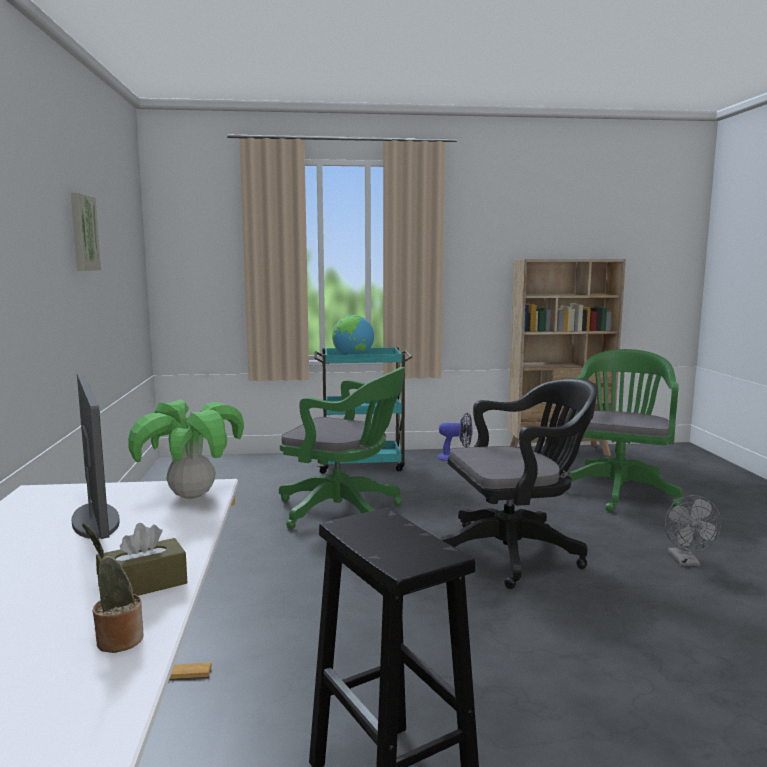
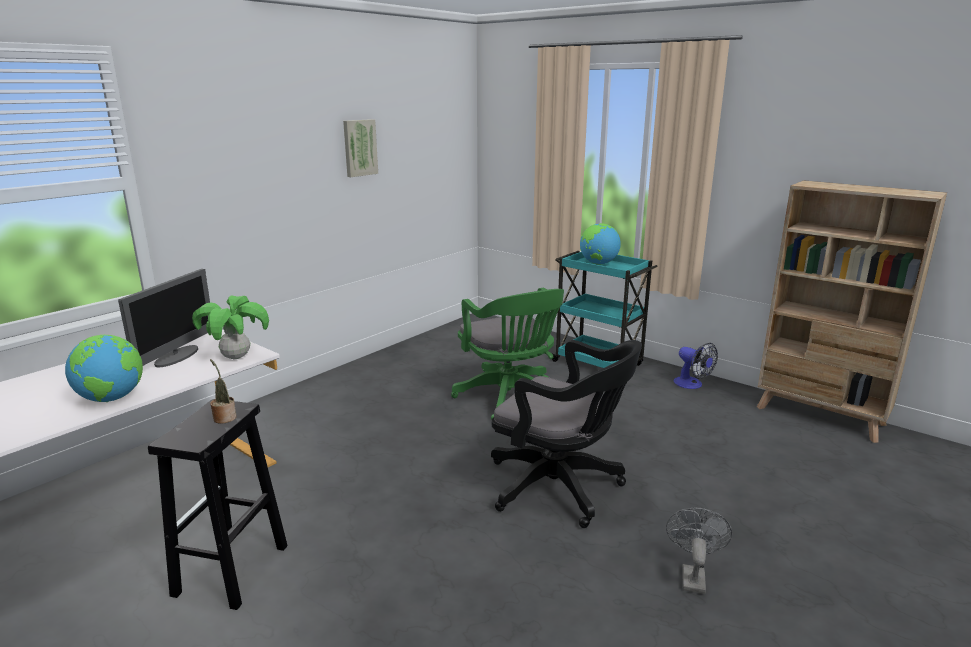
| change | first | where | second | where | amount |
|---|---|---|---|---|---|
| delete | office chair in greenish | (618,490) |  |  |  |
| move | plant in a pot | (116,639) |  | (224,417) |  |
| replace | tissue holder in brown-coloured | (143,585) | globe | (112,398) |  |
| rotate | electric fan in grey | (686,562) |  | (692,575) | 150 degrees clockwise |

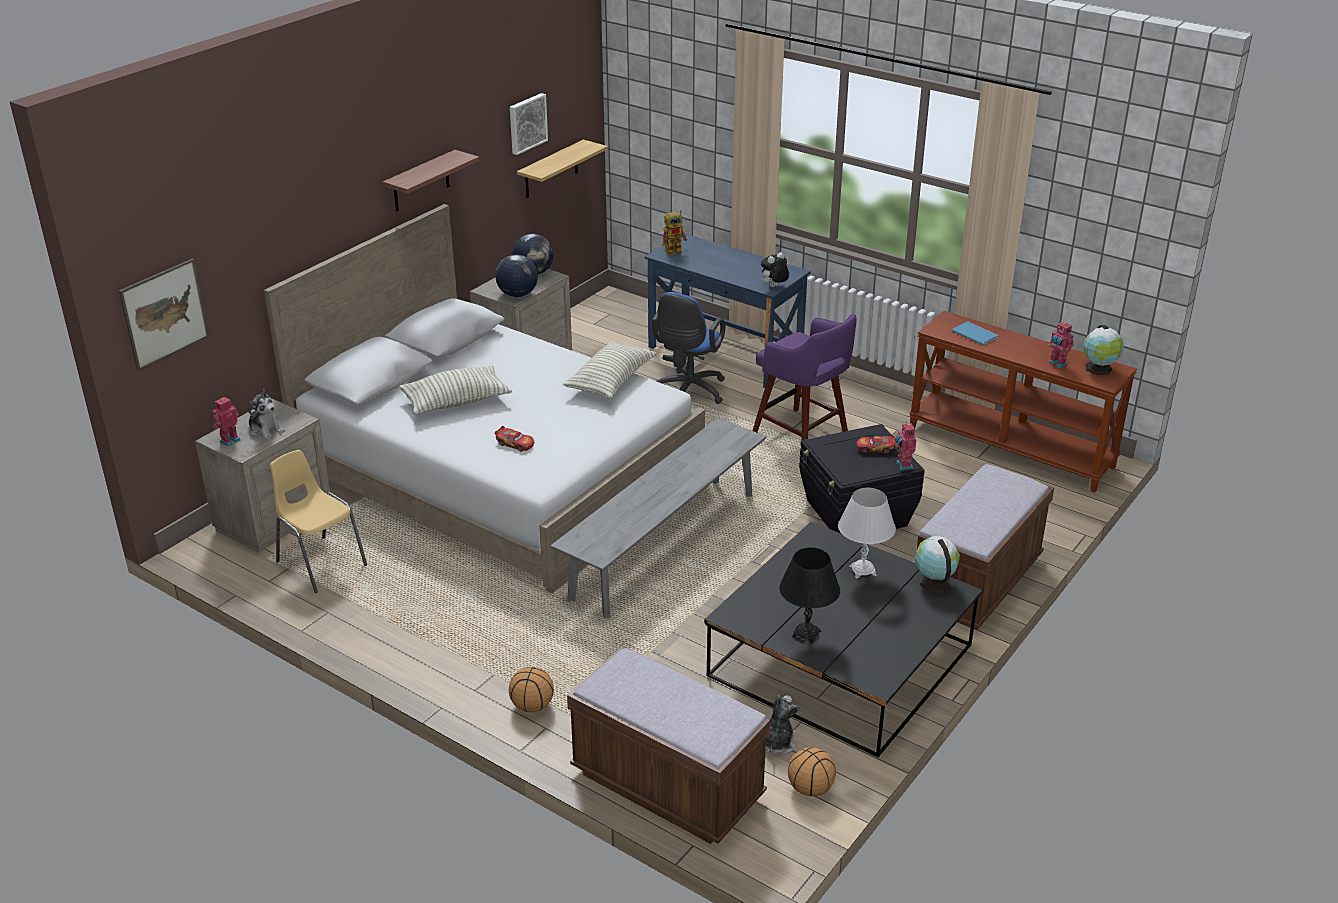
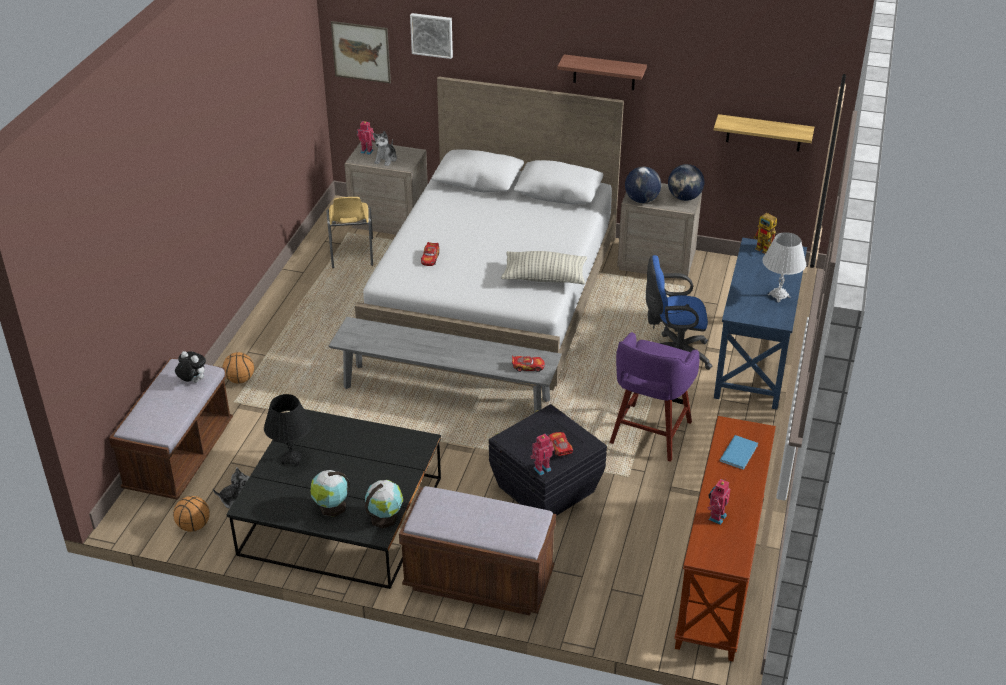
| change | first | where | second | where | amount |
|---|---|---|---|---|---|
| delete | cushion | (456,402) |  |  |  |
| insert |  |  | miniature car | (528,367) |  |
| move | picture | (526,123) |  | (432,35) |  |
| move | cuddly toy | (774,287) |  | (192,381) |  |
| move | lamp for a table in white-coloured | (862,570) |  | (778,296) |  |
| move | globe | (1099,369) |  | (331,507) |  |
| rotate | chair in yellowish | (320,563) |  | (351,253) | 150 degrees clockwise |

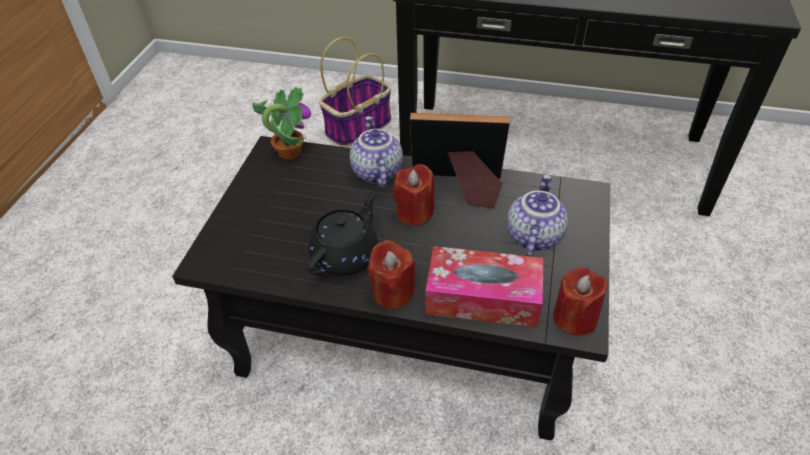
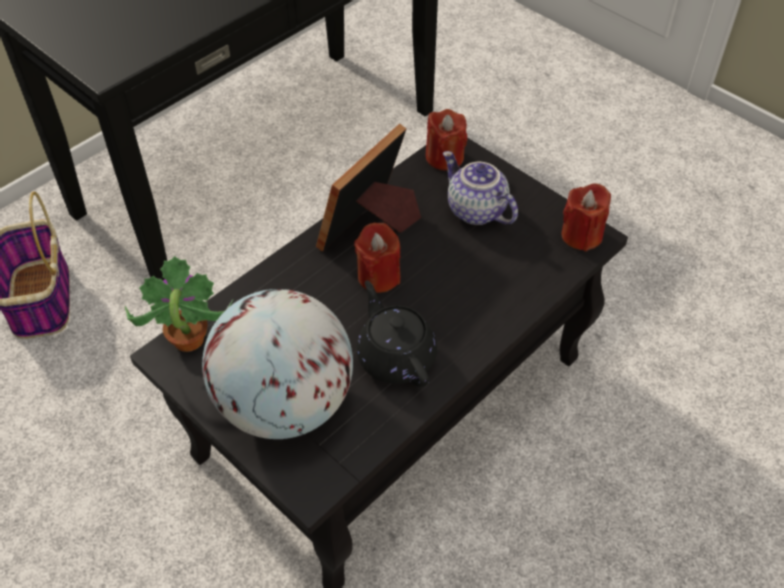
| change | first | where | second | where | amount |
|---|---|---|---|---|---|
| delete | teapot | (375,172) |  |  |  |
| delete | tissue holder | (482,297) |  |  |  |
| insert |  |  | globe | (285,404) |  |
| move | wax light in reddish | (392,292) |  | (444,157) |  |

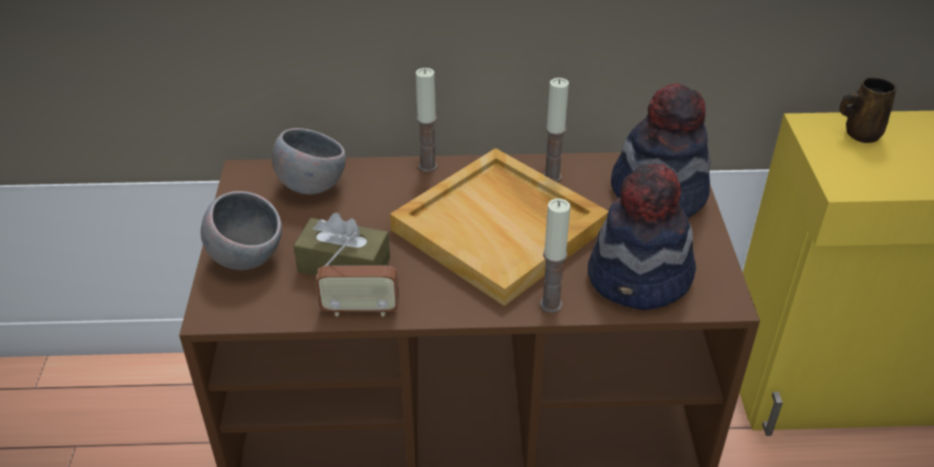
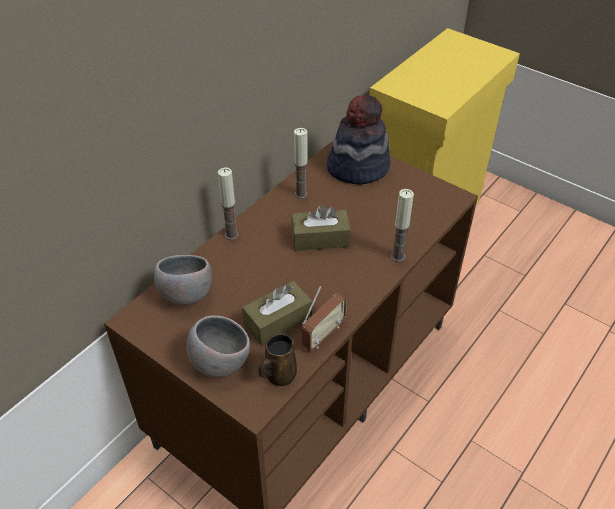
| change | first | where | second | where | amount |
|---|---|---|---|---|---|
| delete | clothing hat | (640,279) |  |  |  |
| move | tea mug in brown-coloured | (860,133) |  | (279,375) |  |
| replace | serving tray in sand-coloured | (501,229) | tissue holder in brown-coloured | (320,239) |  |

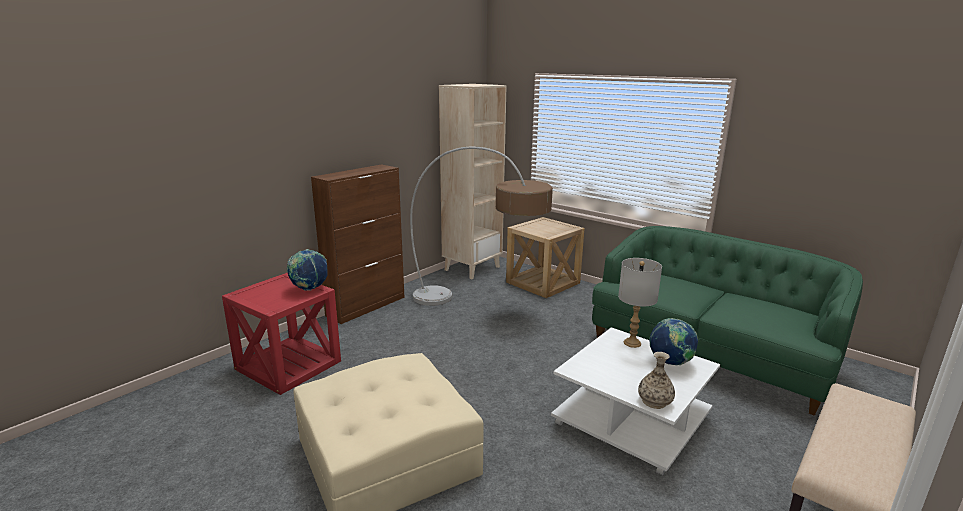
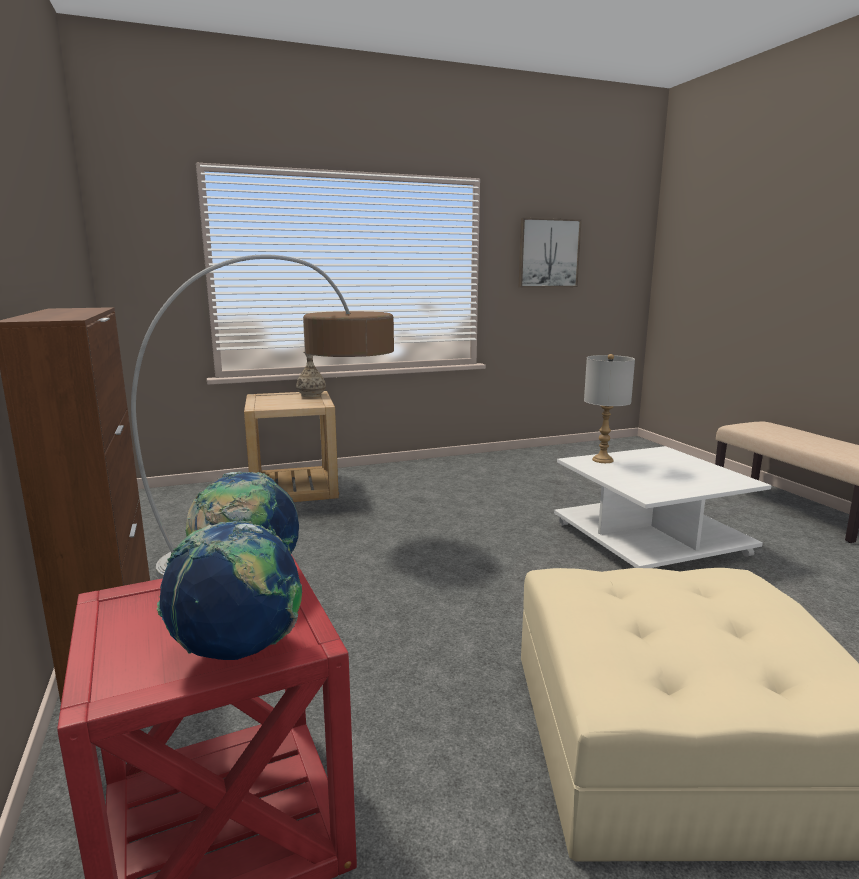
| change | first | where | second | where | amount |
|---|---|---|---|---|---|
| delete | bookcase in sand-coloured | (472,268) |  |  |  |
| delete | couch in greenish | (709,353) |  |  |  |
| insert |  |  | picture | (548,253) |  |
| move | decorative vase | (654,401) |  | (311,395) |  |
| move | globe | (670,362) |  | (239,651) |  |

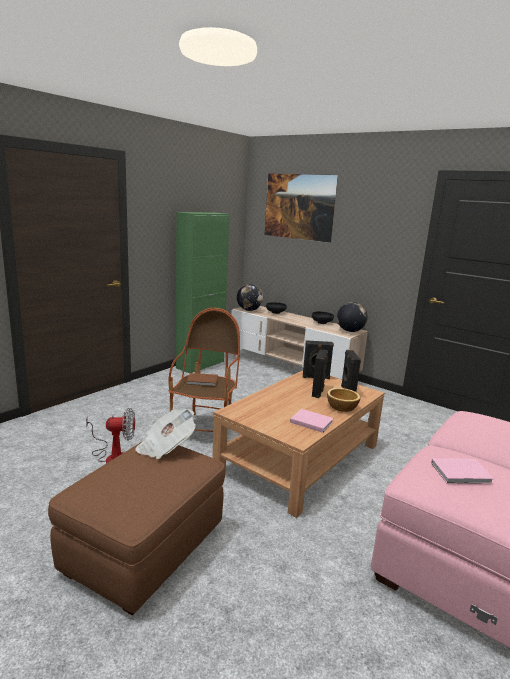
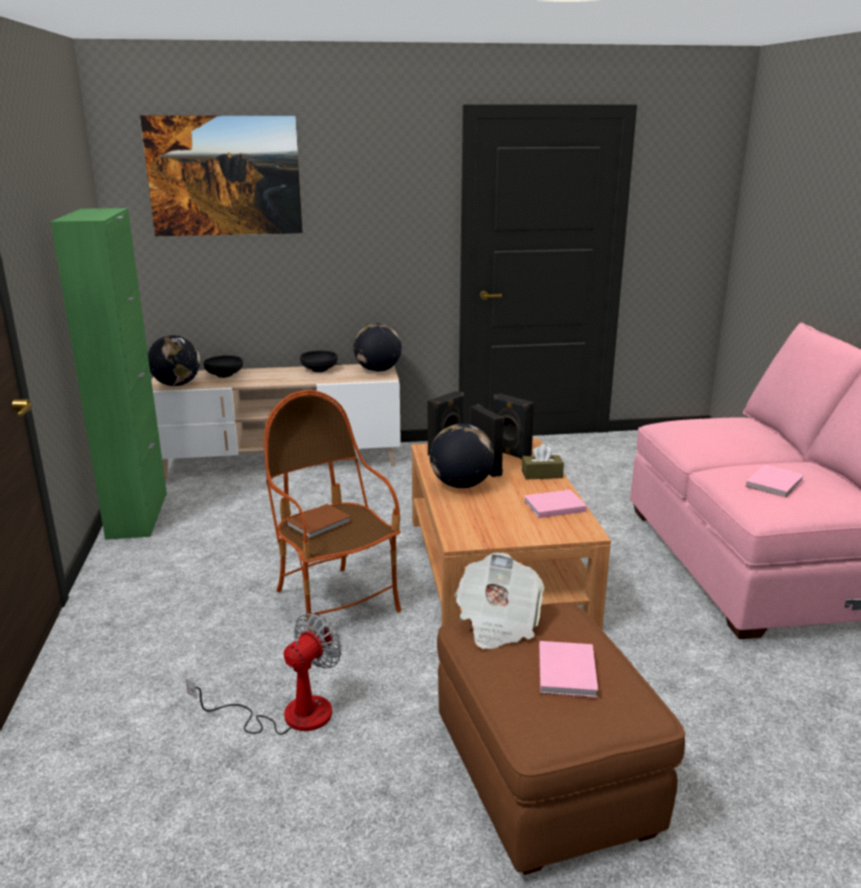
| change | first | where | second | where | amount |
|---|---|---|---|---|---|
| insert |  |  | globe | (461,485) |  |
| insert |  |  | bound book in pinkish | (568,670) |  |
| replace | deep dish | (341,407) | tissue holder in brown-coloured | (542,474) |  |

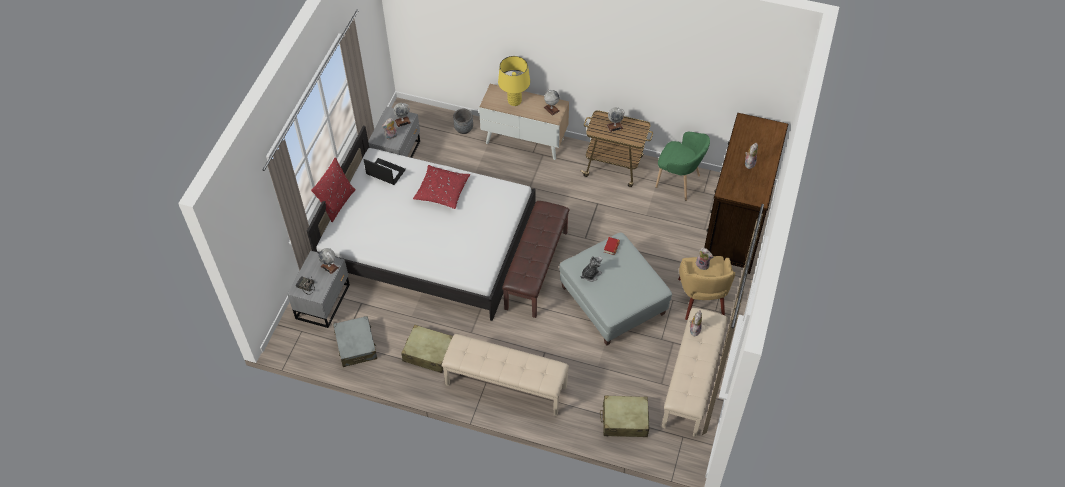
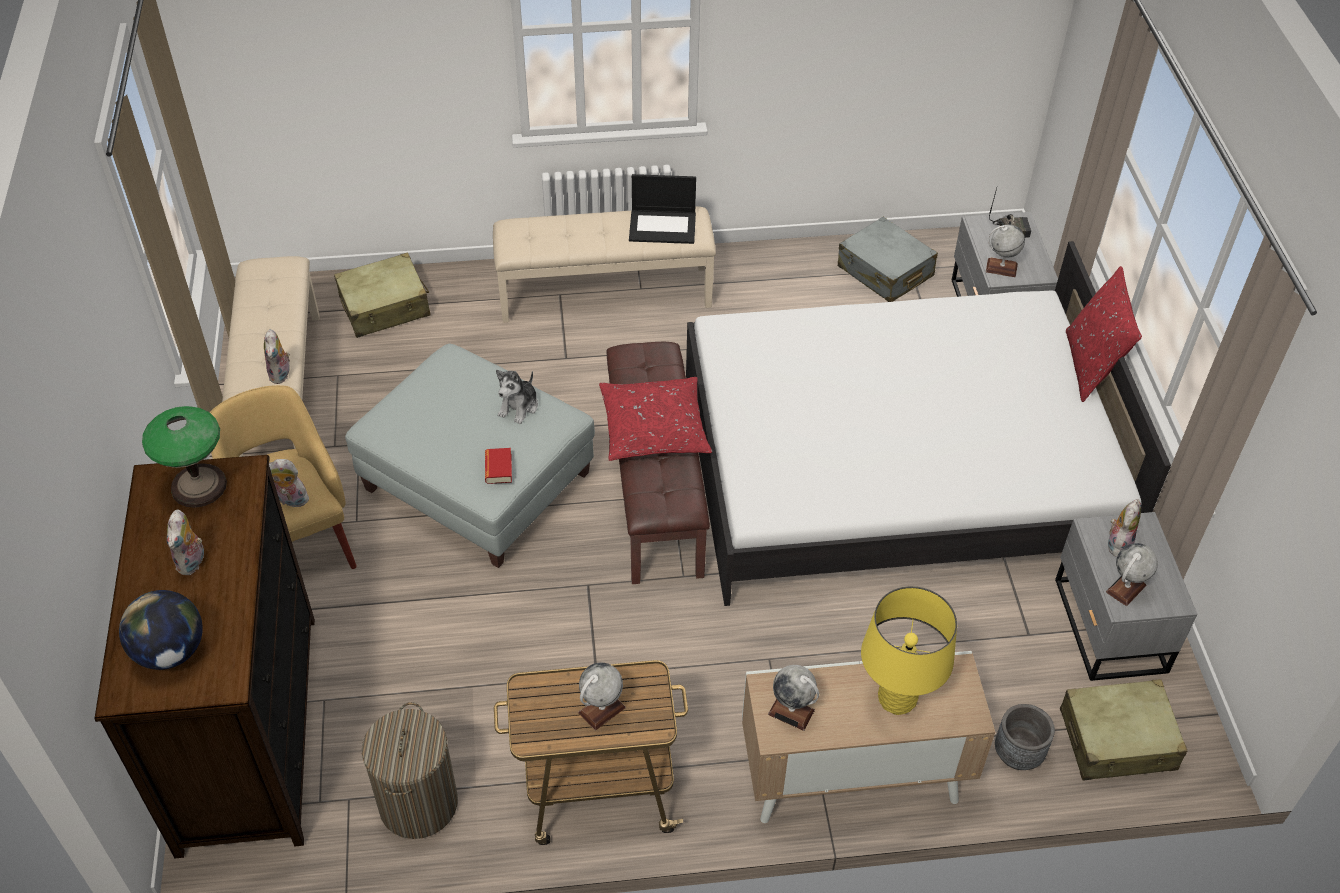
| change | first | where | second | where | amount |
|---|---|---|---|---|---|
| insert |  |  | globe | (170,651) |  |
| insert |  |  | lamp for a table | (198,486) |  |
| move | laptop | (385,172) |  | (663,226) |  |
| move | suitcase in sand-coloured | (428,353) |  | (1117,740) |  |
| move | cushion in reddish | (442,191) |  | (654,428) |  |
| replace | armchair in greenish | (679,183) | laundry basket | (418,803) |  |

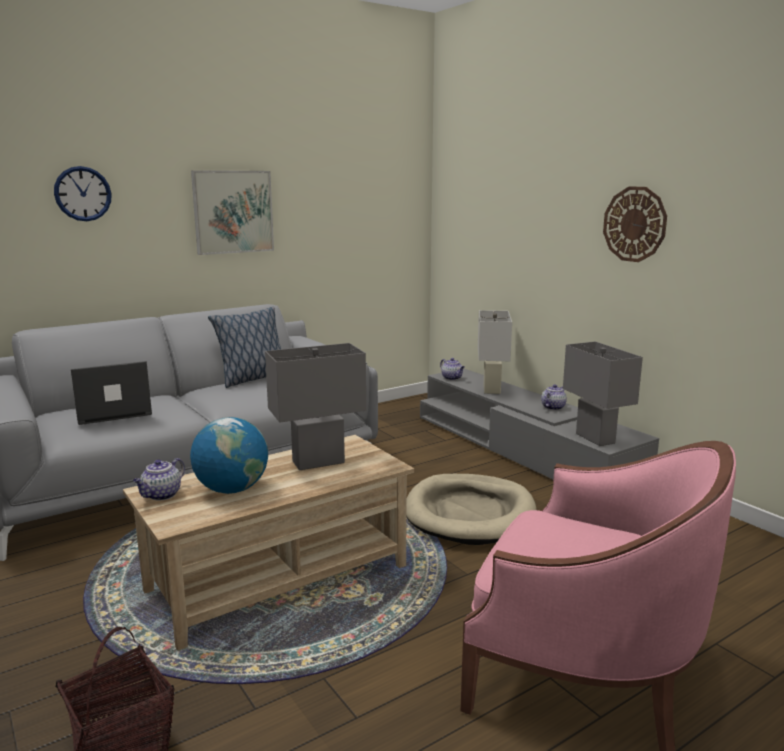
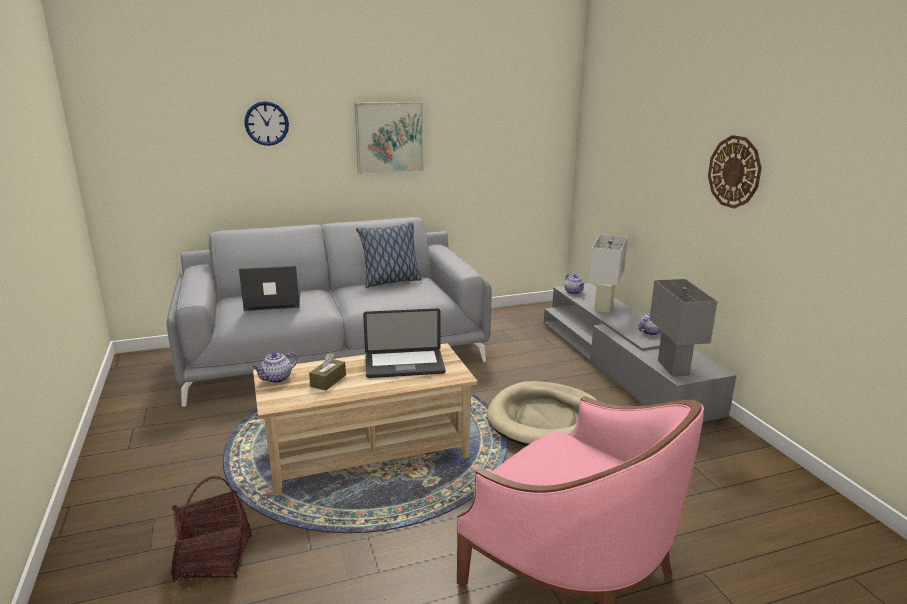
| change | first | where | second | where | amount |
|---|---|---|---|---|---|
| replace | globe | (232,489) | tissue holder in brown-coloured | (328,381) |  |
| replace | lamp for a table in grey | (318,462) | laptop | (404,365) |  |

